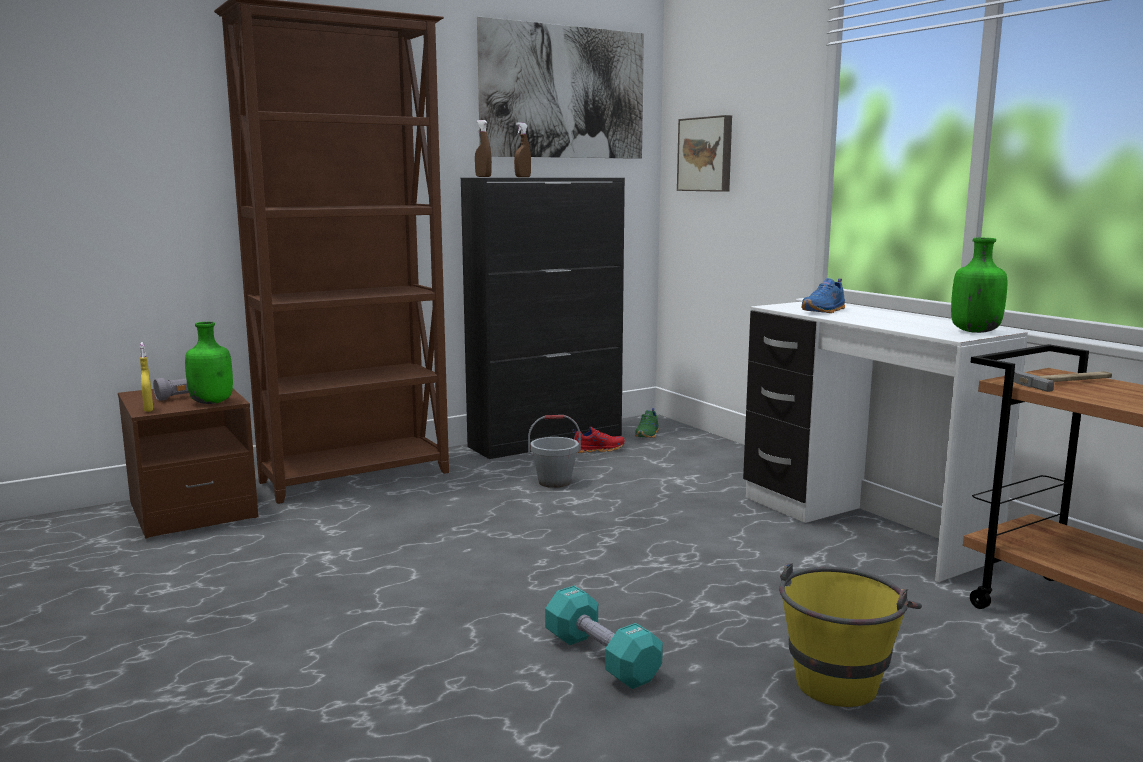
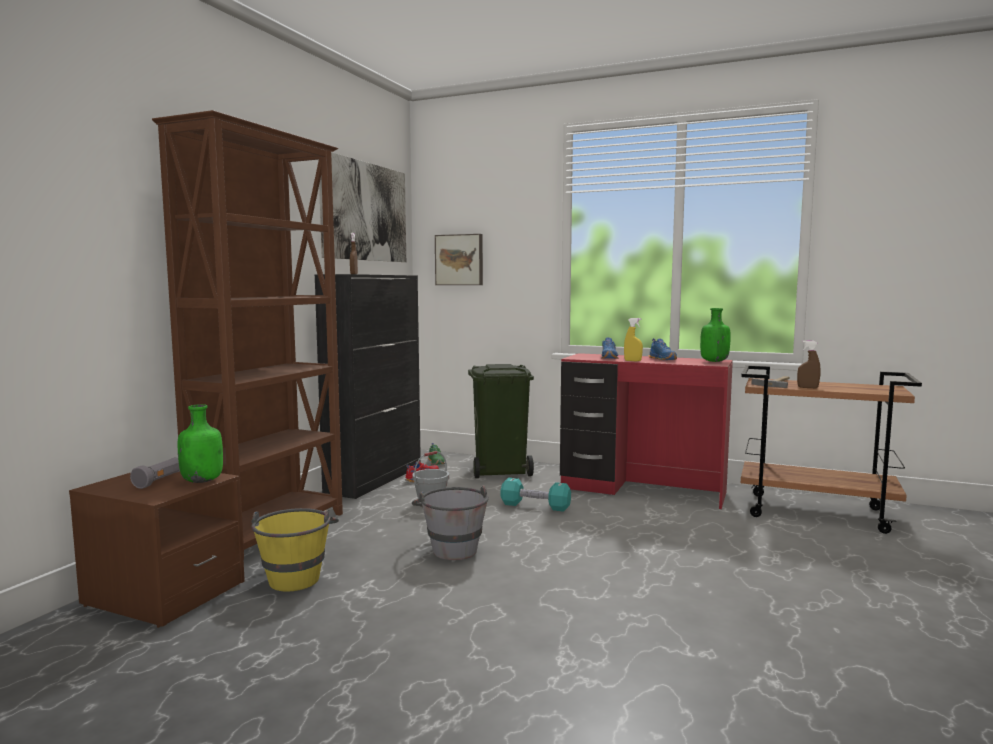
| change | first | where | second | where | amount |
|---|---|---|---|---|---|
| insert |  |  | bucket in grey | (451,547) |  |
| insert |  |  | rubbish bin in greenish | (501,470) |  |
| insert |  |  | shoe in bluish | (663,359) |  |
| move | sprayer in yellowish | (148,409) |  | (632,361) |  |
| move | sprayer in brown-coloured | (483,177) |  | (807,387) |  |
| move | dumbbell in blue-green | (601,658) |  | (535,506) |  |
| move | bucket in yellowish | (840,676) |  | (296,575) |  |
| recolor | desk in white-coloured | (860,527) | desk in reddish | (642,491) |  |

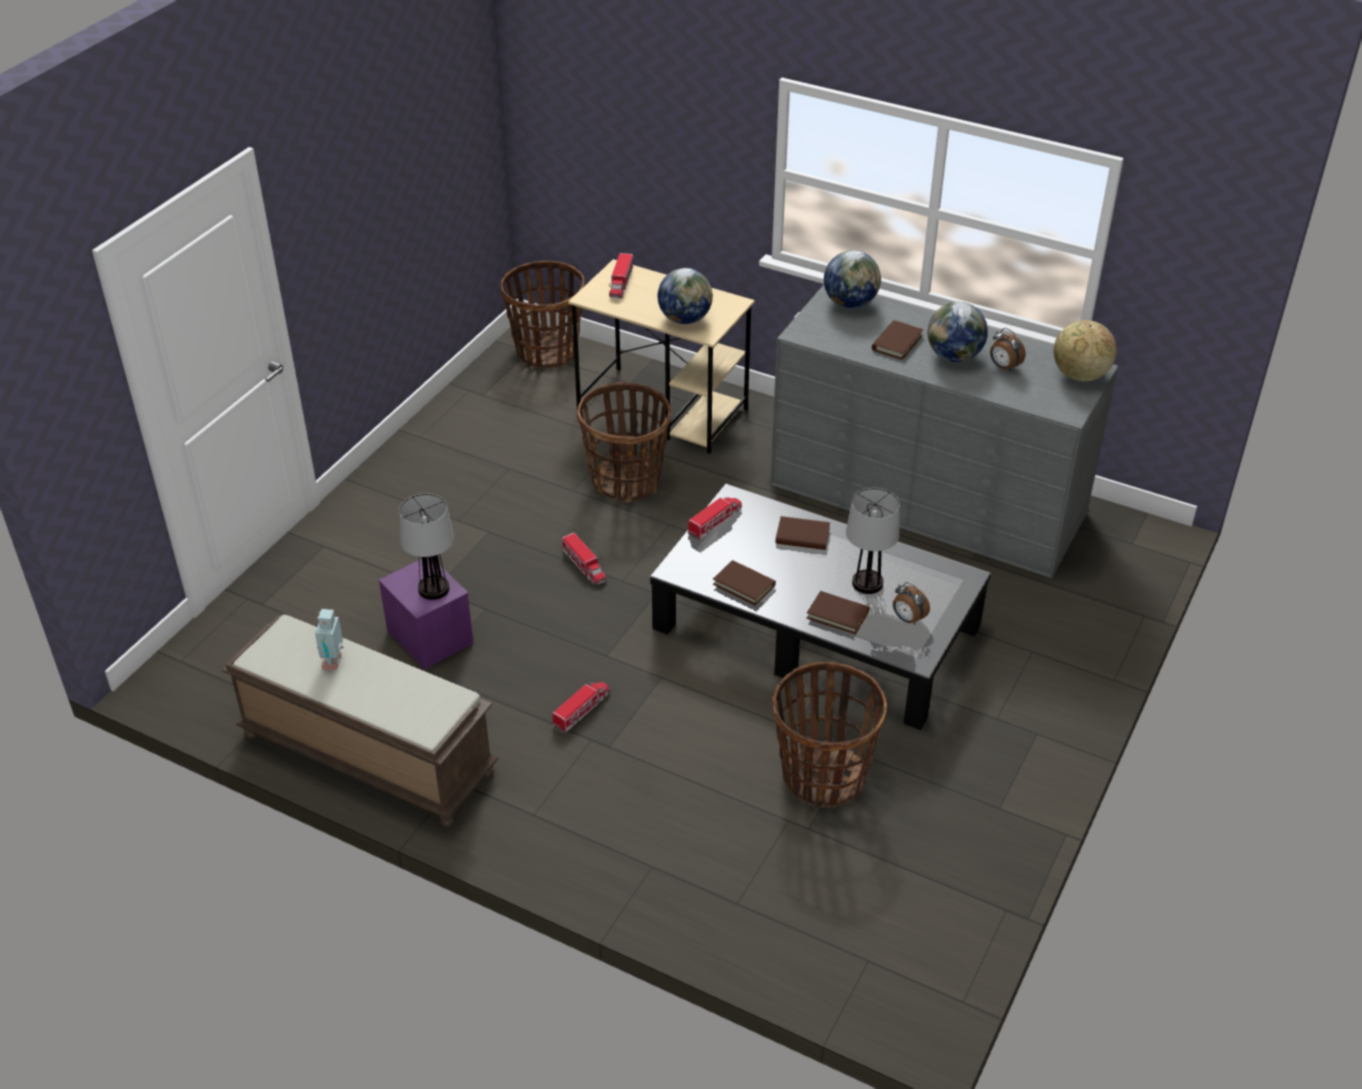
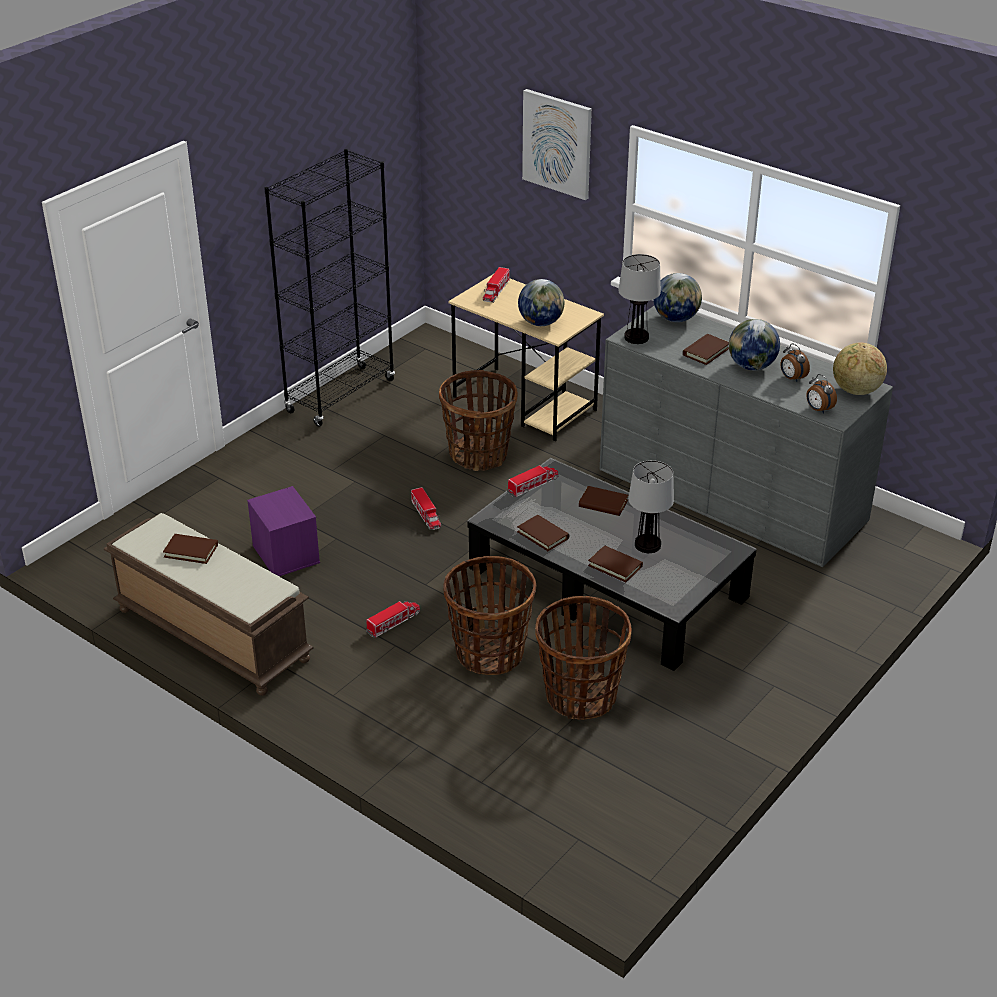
| change | first | where | second | where | amount |
|---|---|---|---|---|---|
| insert |  |  | bookcase in blackish | (340,396) |  |
| insert |  |  | picture | (557,143) |  |
| move | lamp for a table | (434,589) |  | (637,337) |  |
| move | storage basket | (546,352) |  | (489,653) |  |
| move | table clock | (907,619) |  | (818,409) |  |
| replace | robot figure | (334,661) | bound book in brown-coloured | (191,551) |  |

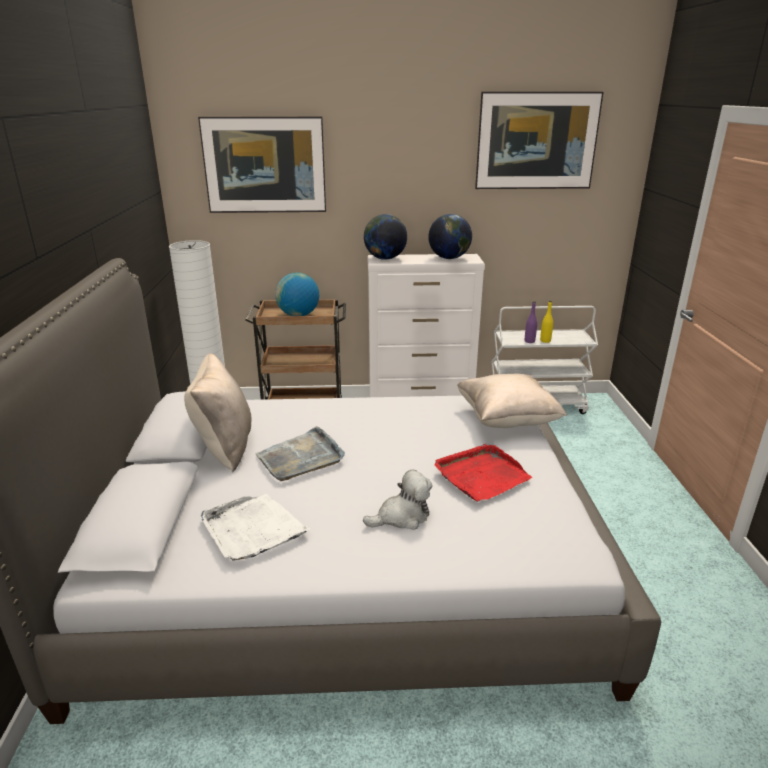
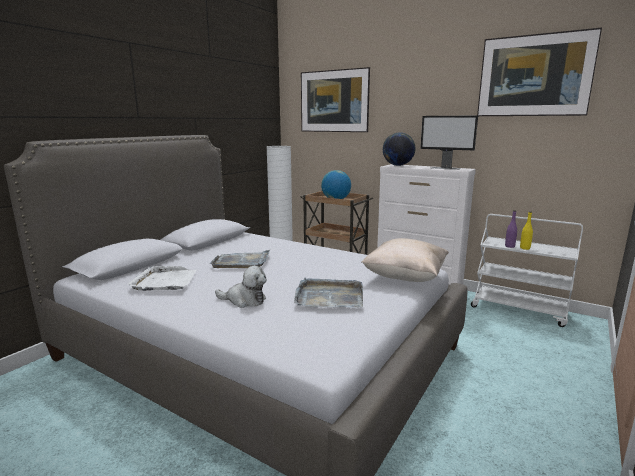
| change | first | where | second | where | amount |
|---|---|---|---|---|---|
| delete | cushion in sand-coloured | (224,447) |  |  |  |
| replace | globe | (449,258) | computer display | (445,168) |  |
| recolor | serving tray in reddish | (481,475) | serving tray in grey | (329,296) |  |

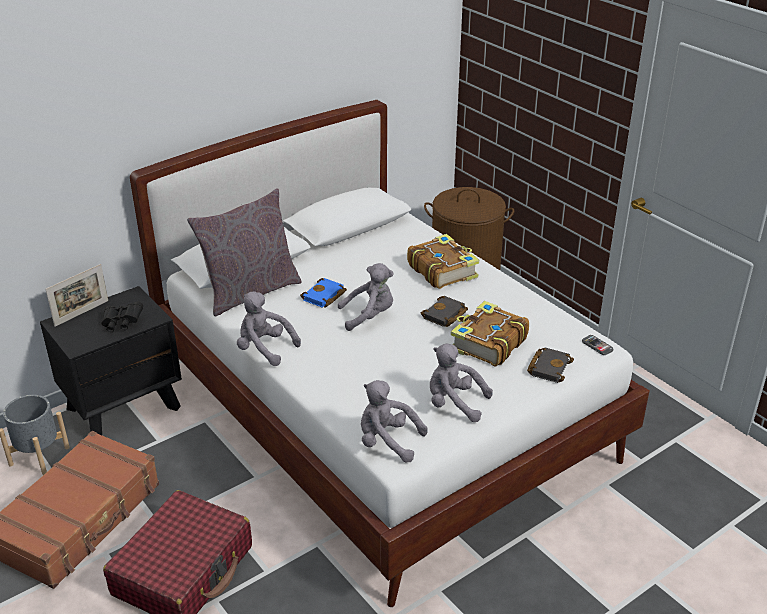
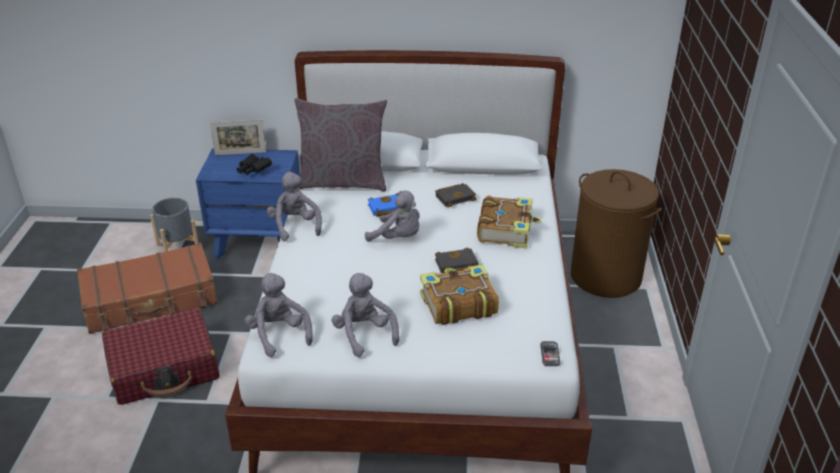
| change | first | where | second | where | amount |
|---|---|---|---|---|---|
| move | bound book in blackish | (548,367) |  | (455,197) |  |
| recolor | nightstand in blackish | (124,407) | nightstand in bluish | (258,242) |  |

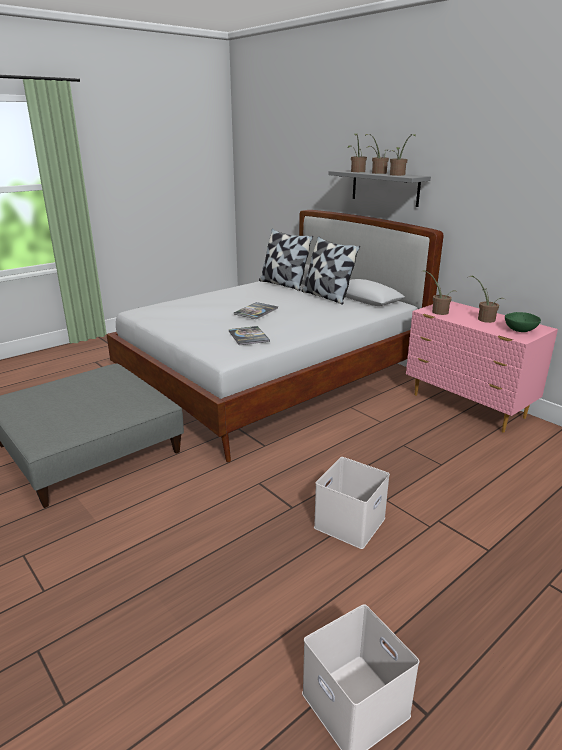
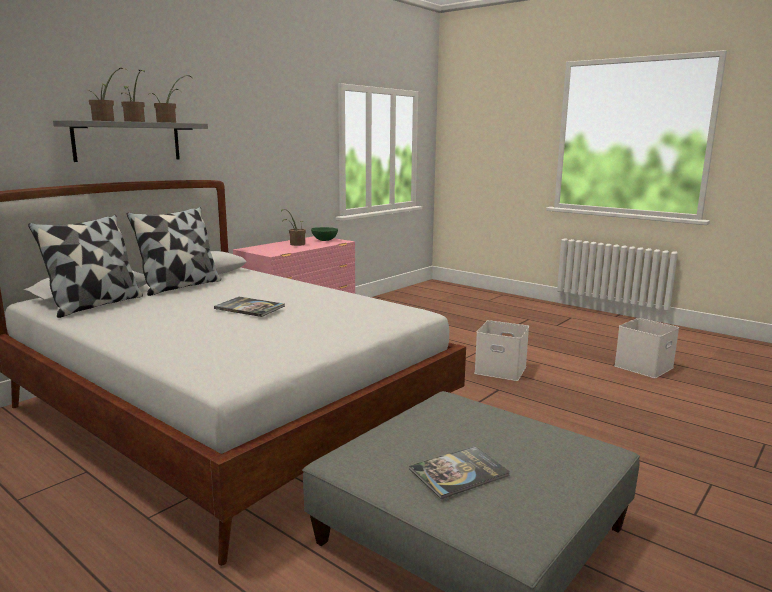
| change | first | where | second | where | amount |
|---|---|---|---|---|---|
| delete | plant in a pot | (437,311) |  |  |  |
| move | bound book | (248,336) |  | (459,473) |  |

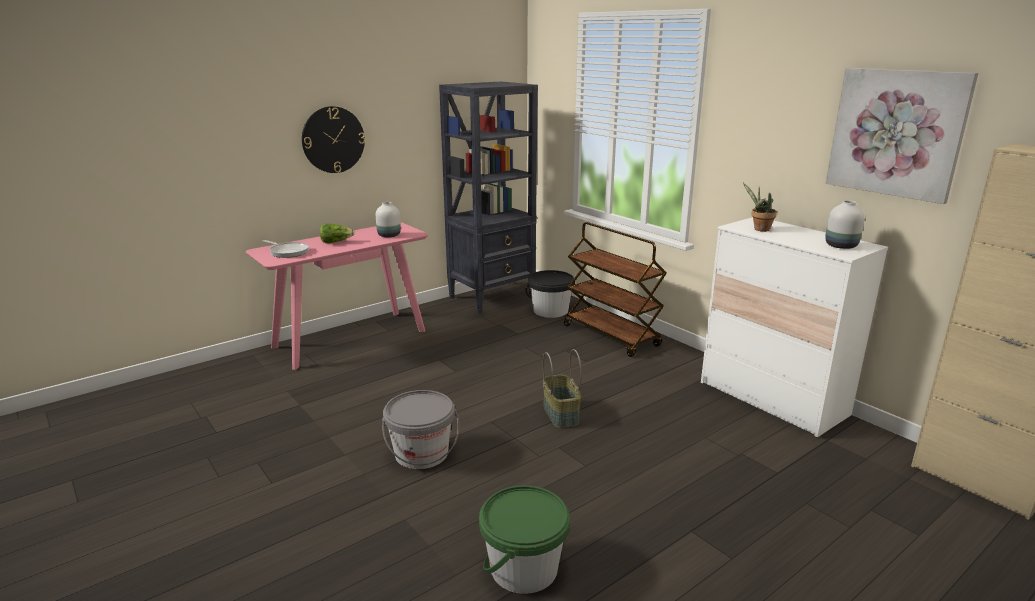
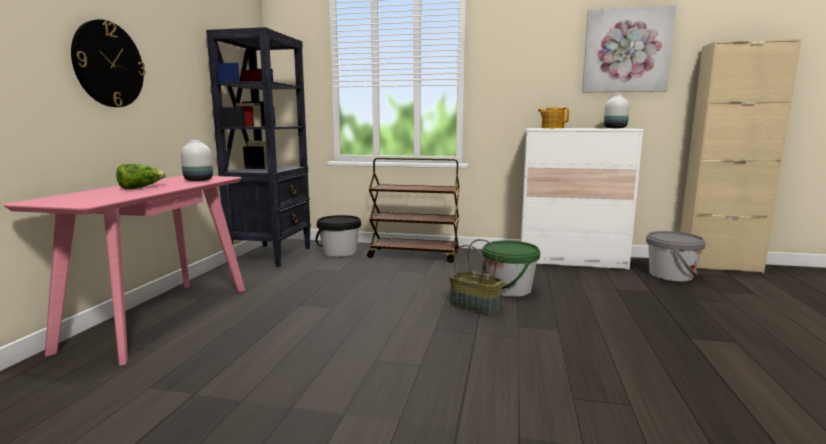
| change | first | where | second | where | amount |
|---|---|---|---|---|---|
| delete | skillet | (288,252) |  |  |  |
| move | bucket in grey | (421,453) |  | (671,275) |  |
| move | bucket in greenish | (523,568) |  | (509,289) |  |
| replace | plant in a pot | (759,229) | teapot | (552,128) |  |

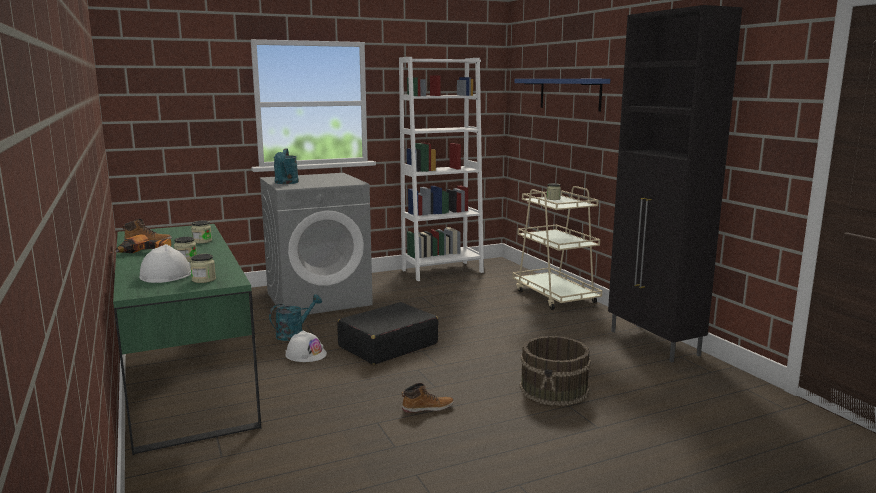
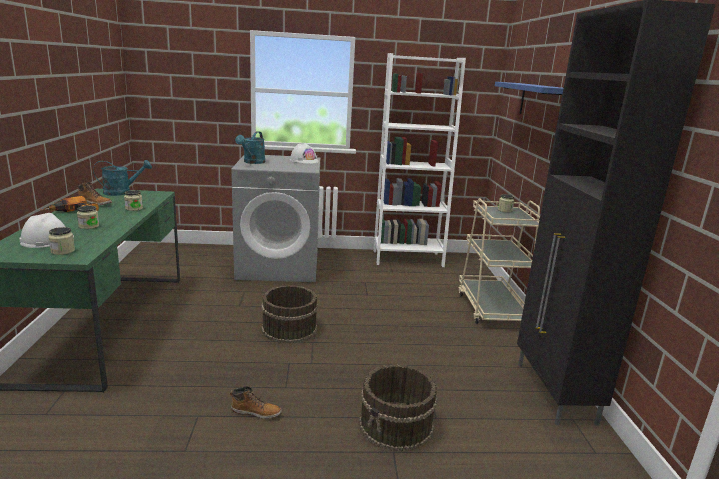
| change | first | where | second | where | amount |
|---|---|---|---|---|---|
| move | sprinkling can in blue-green | (294,334) |  | (122,192) |  |
| move | work helmet in white-coloured | (306,354) |  | (304,160) |  |
| replace | suitcase in blackish | (387,345) | bucket in brown-coloured | (288,328) |  |

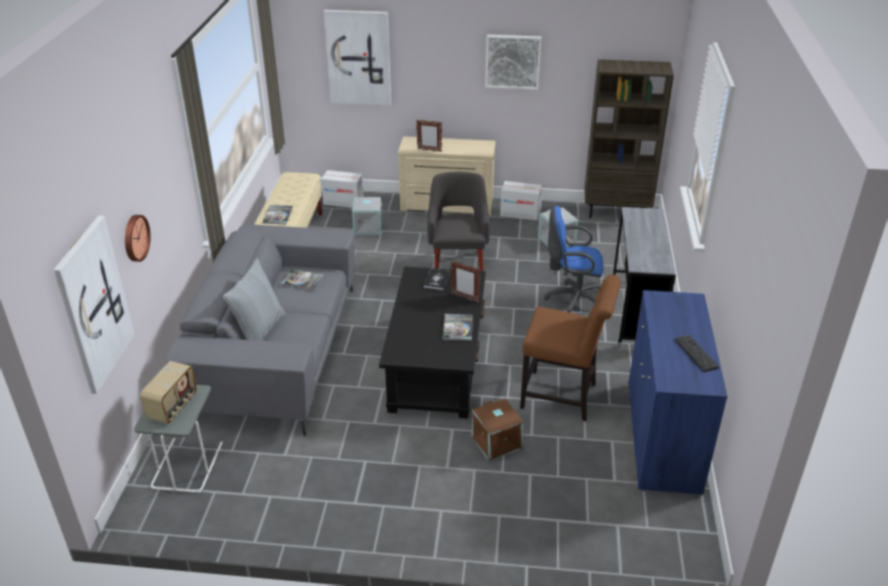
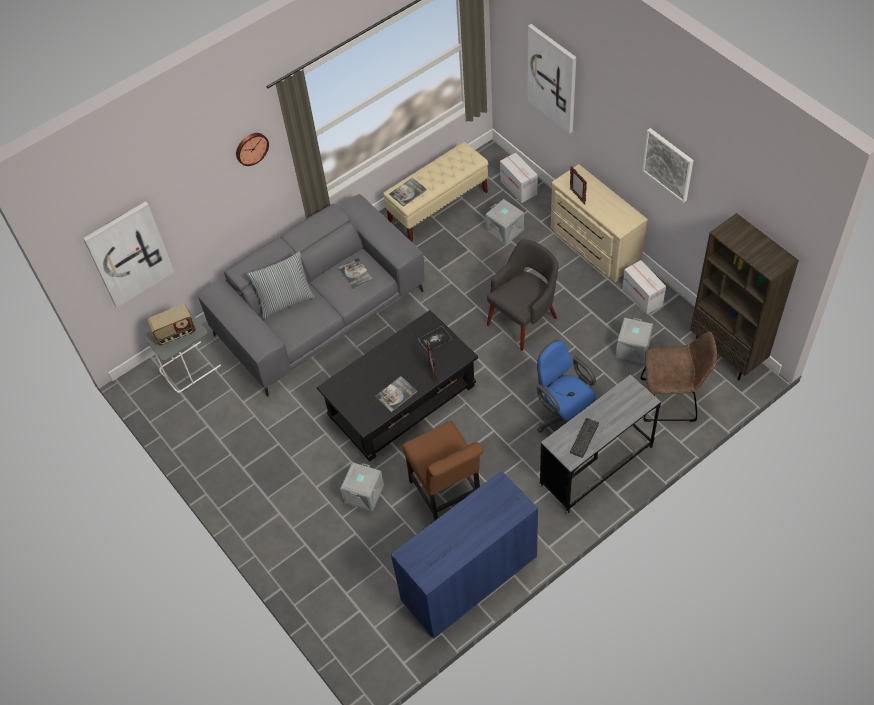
| change | first | where | second | where | amount |
|---|---|---|---|---|---|
| insert |  |  | chair in brown-coloured | (672,400) |  |
| move | clock on the wall | (135,238) |  | (251,148) |  |
| move | keyboard | (696,353) |  | (584,438) |  |
| recolor | storage box in brown-coloured | (497,442) | storage box in grey | (364,494) |  |

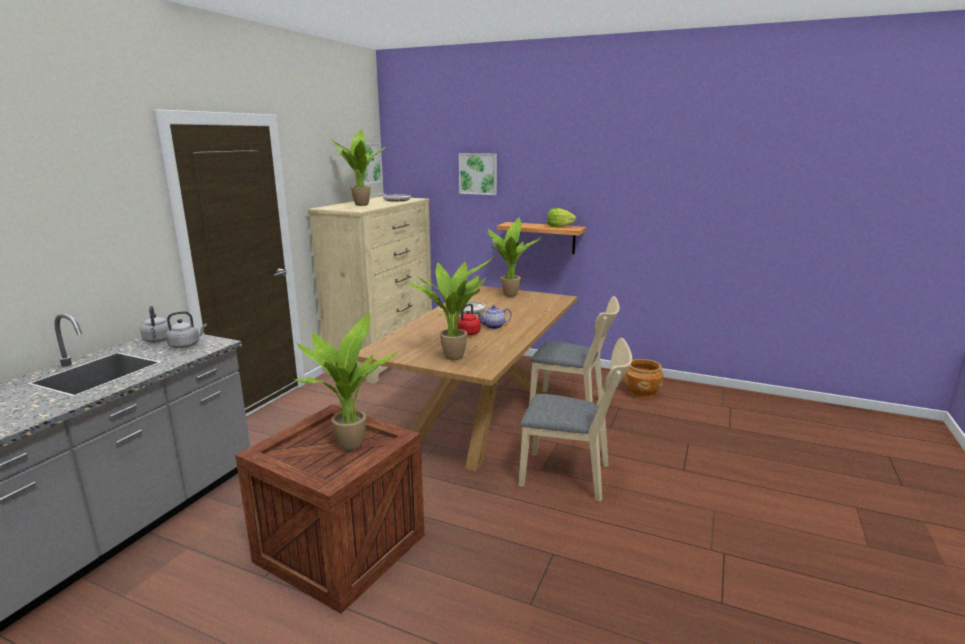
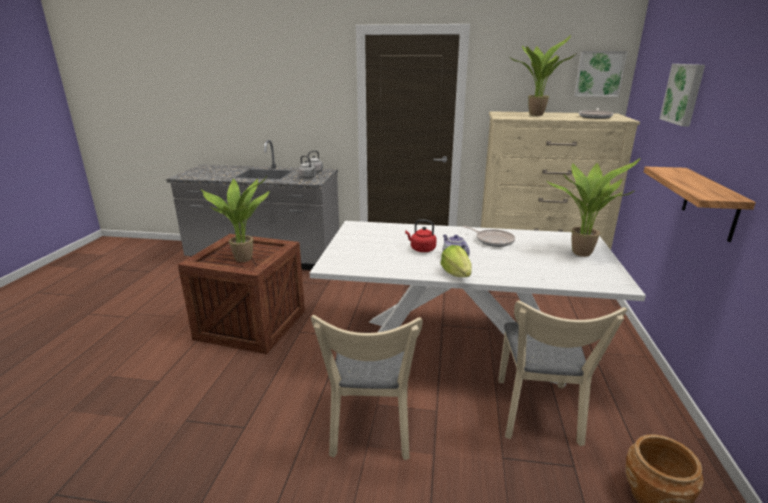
| change | first | where | second | where | amount |
|---|---|---|---|---|---|
| delete | plant in a pot | (455,356) |  |  |  |
| move | lettuce | (559,226) |  | (456,274) |  |
| recolor | dining table in brown-coloured | (480,416) | dining table in white-coloured | (460,349) |  |

